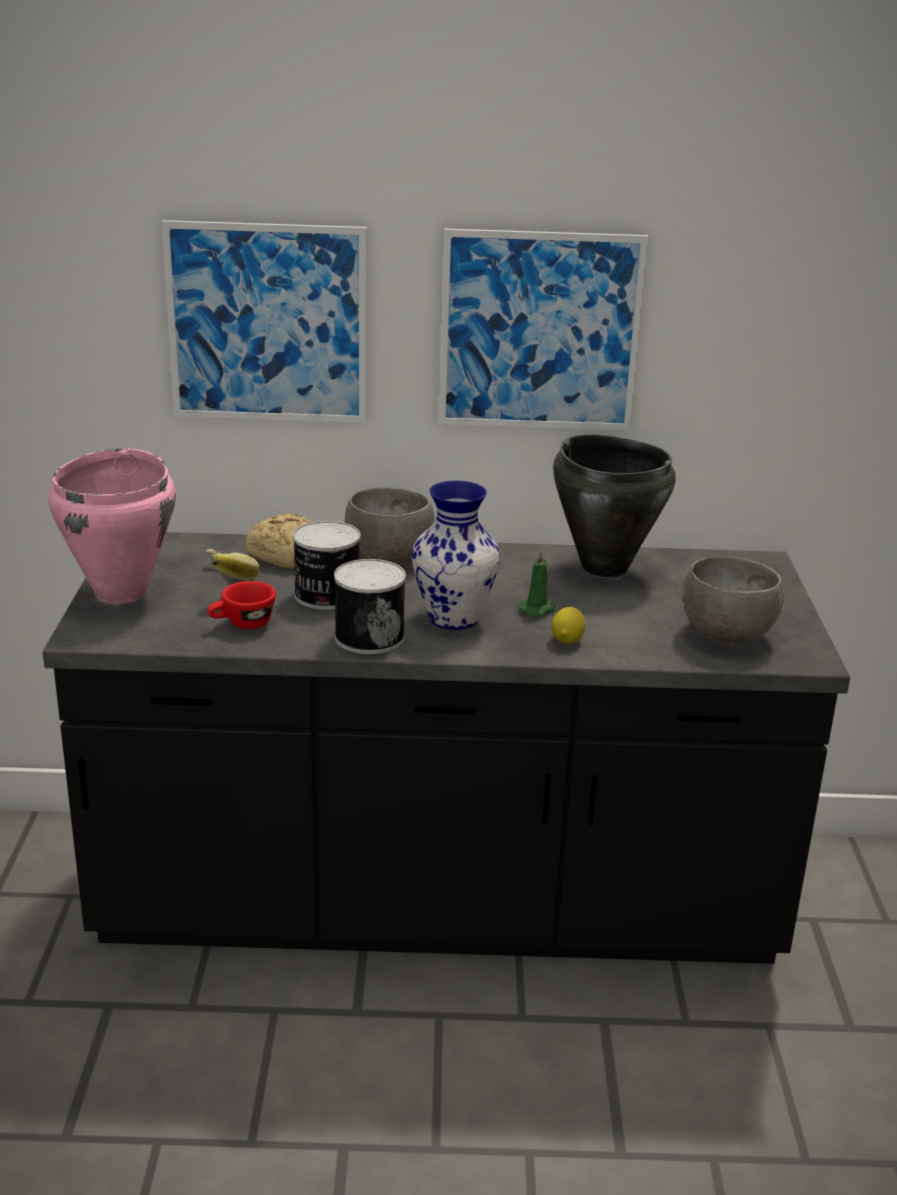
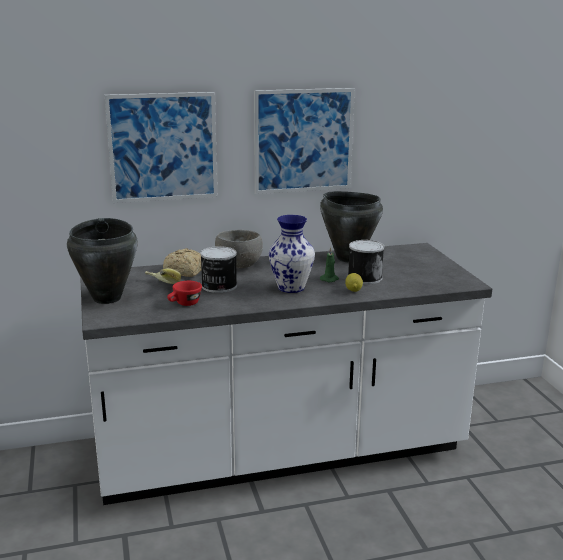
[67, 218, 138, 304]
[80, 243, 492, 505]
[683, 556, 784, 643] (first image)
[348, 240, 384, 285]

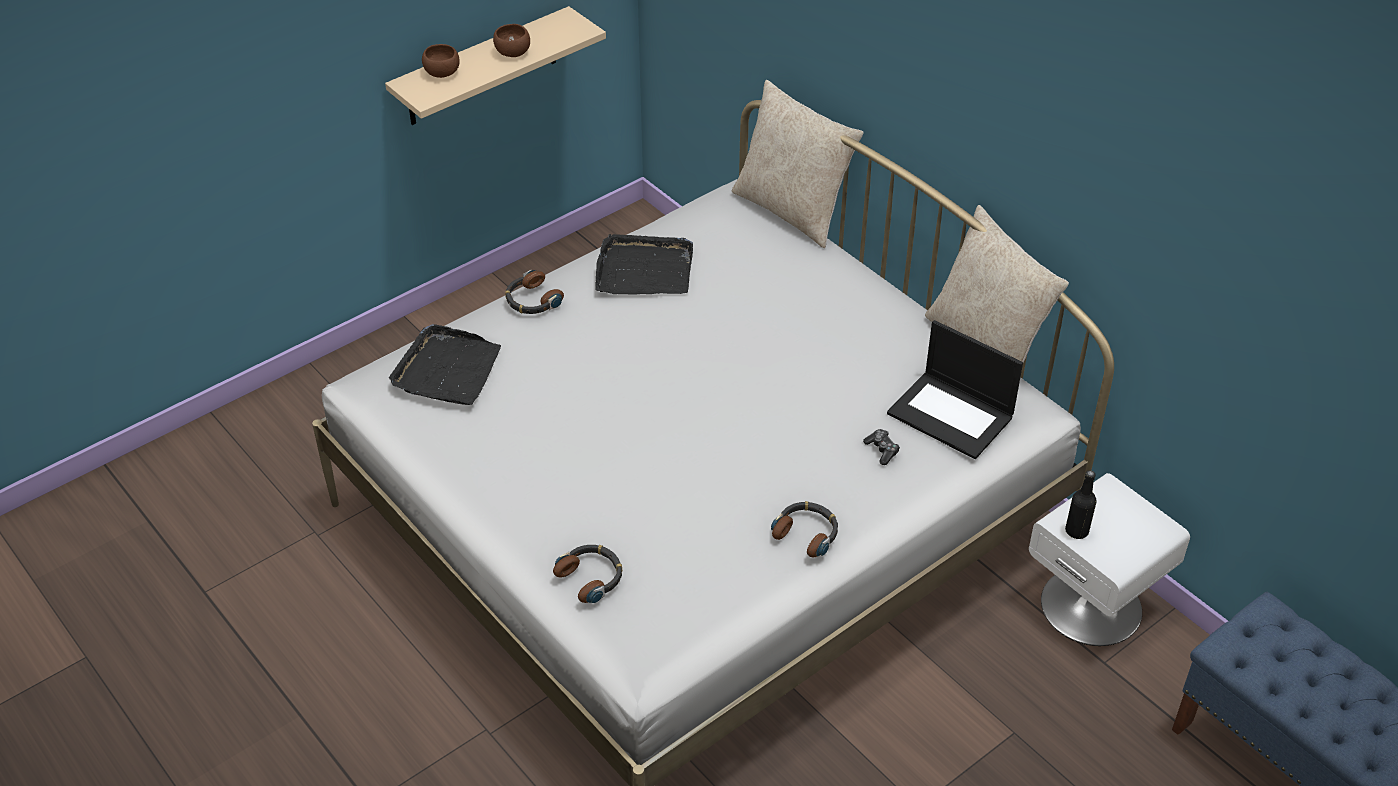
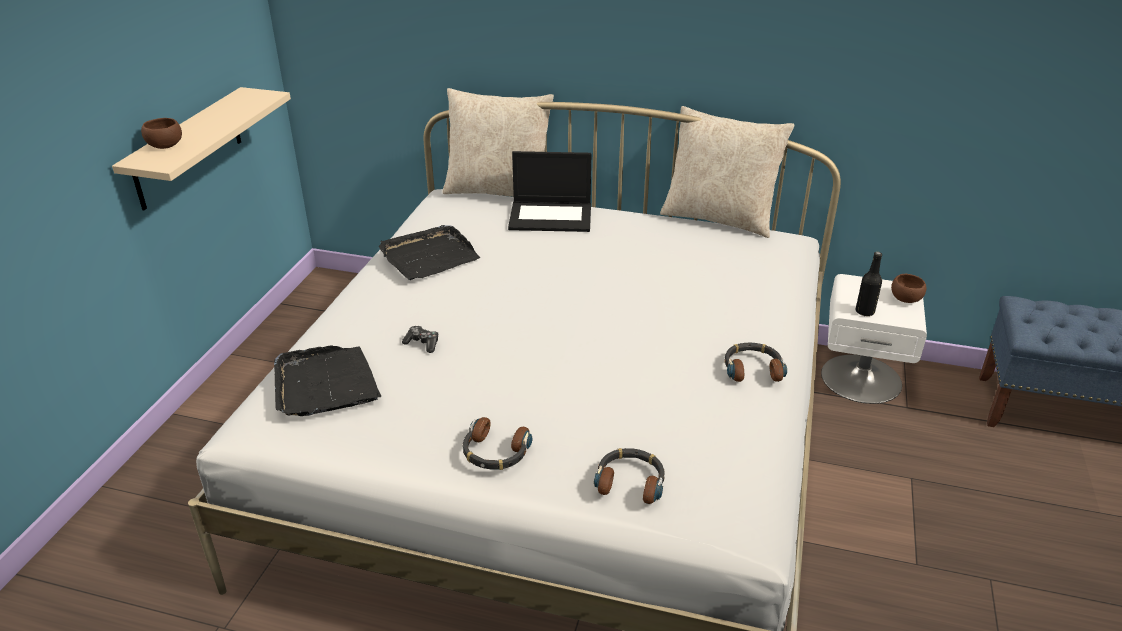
[891, 274, 926, 303]
[463, 417, 533, 470]
[508, 151, 591, 232]
[402, 326, 438, 353]

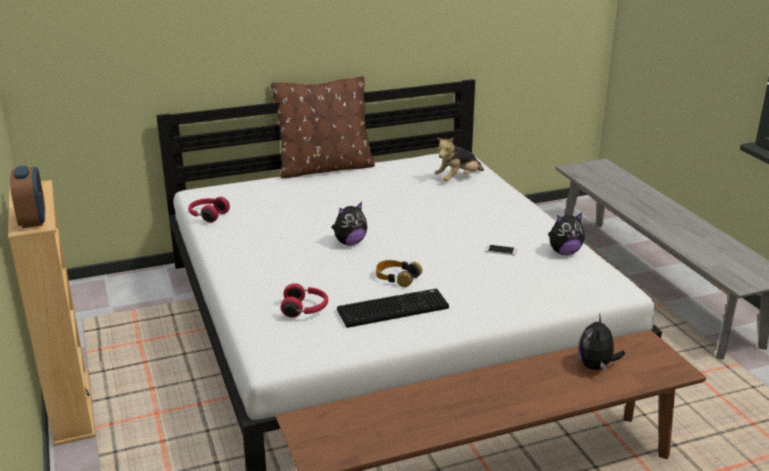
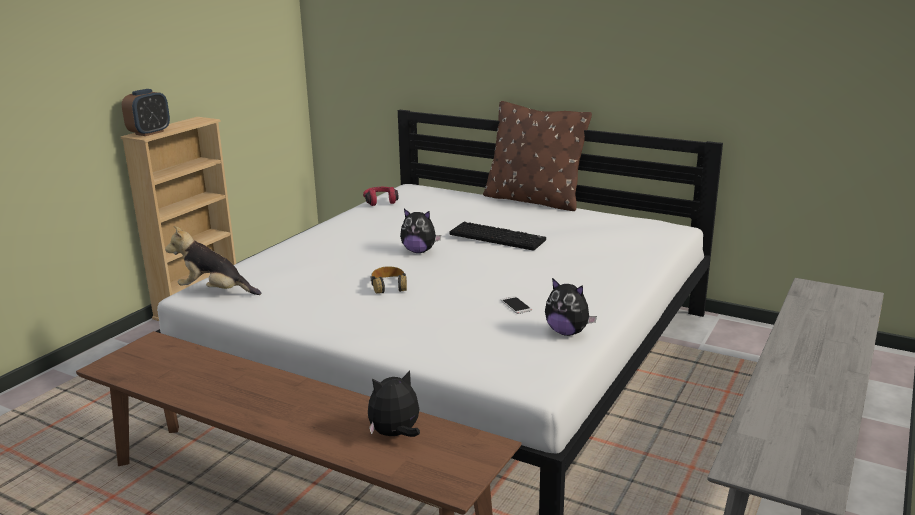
[165, 226, 261, 295]
[281, 283, 328, 318] (first image)
[449, 222, 546, 251]

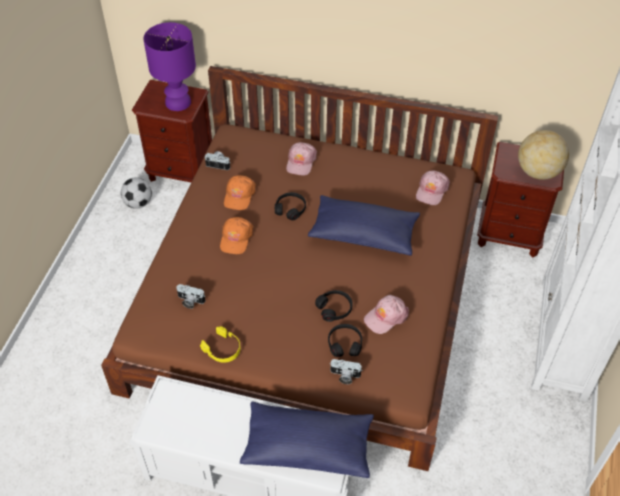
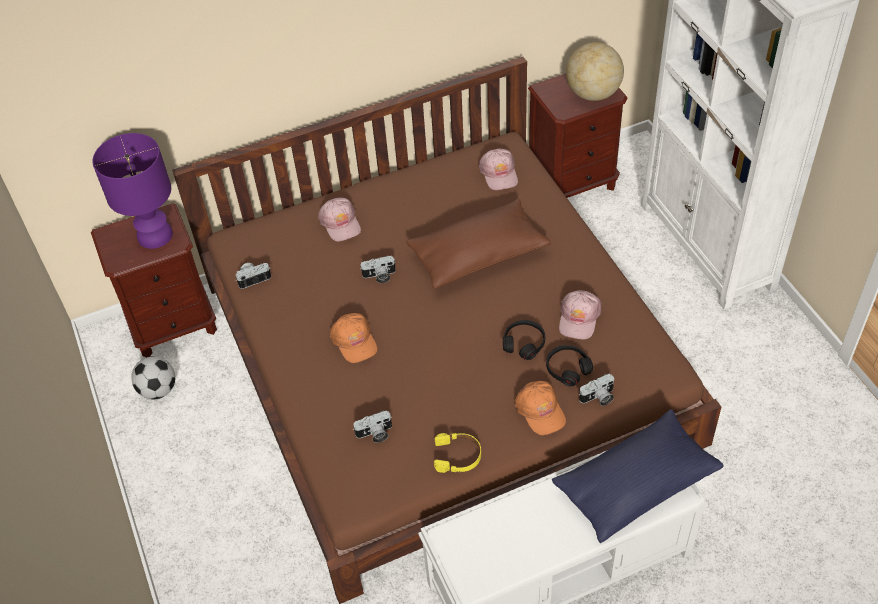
[515, 381, 566, 435]
[360, 256, 396, 283]
[406, 199, 551, 289]

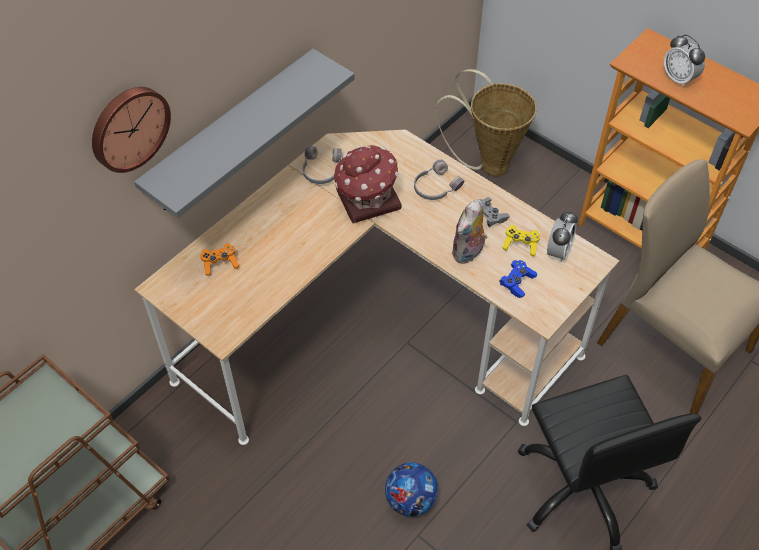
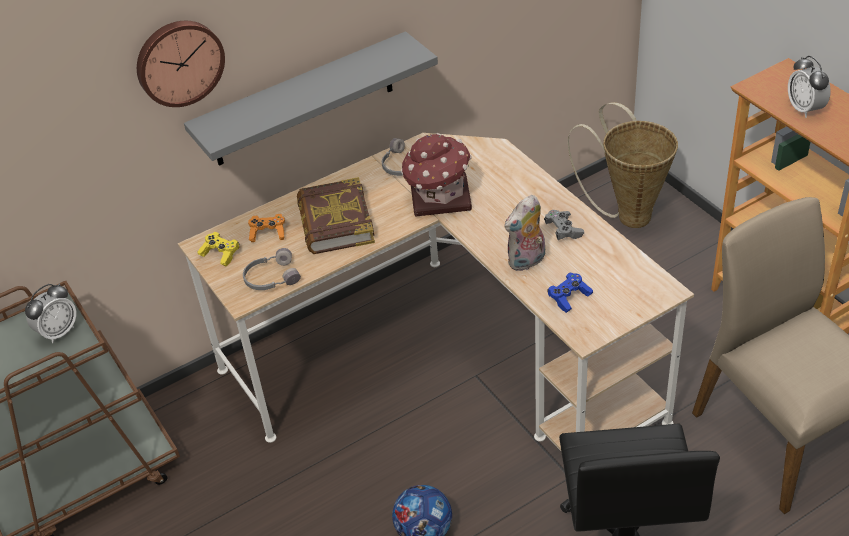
[243, 248, 301, 290]
[25, 284, 76, 343]
[197, 232, 240, 266]
[297, 177, 375, 254]

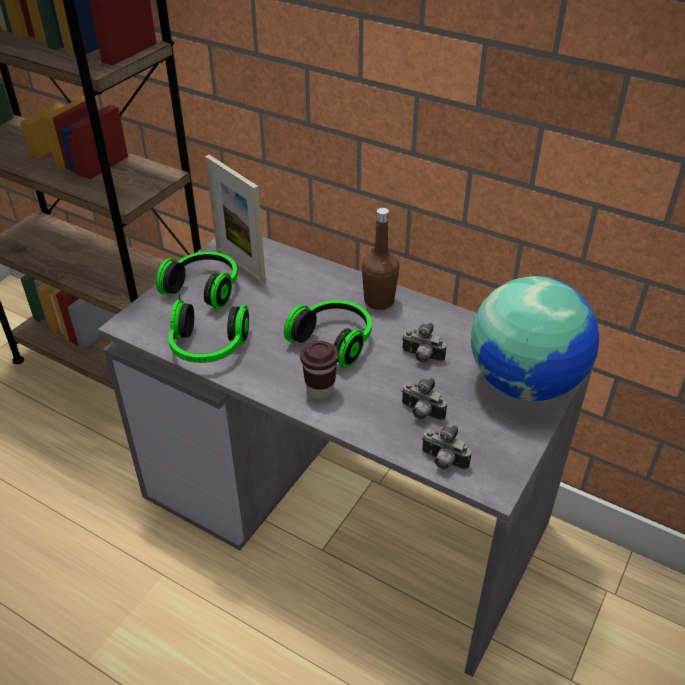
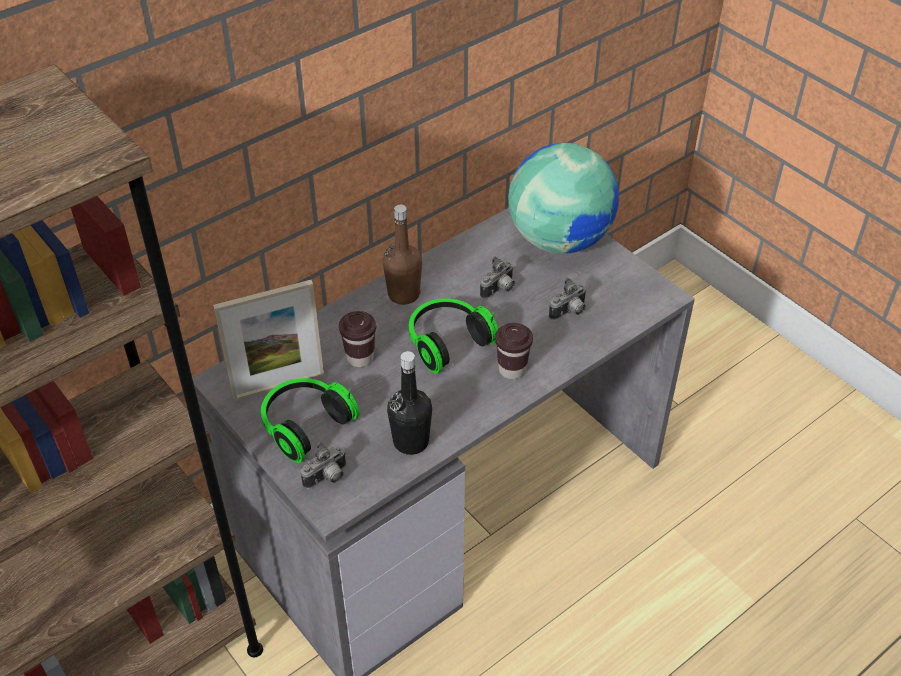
[387, 351, 432, 455]
[301, 442, 346, 489]
[339, 311, 376, 367]

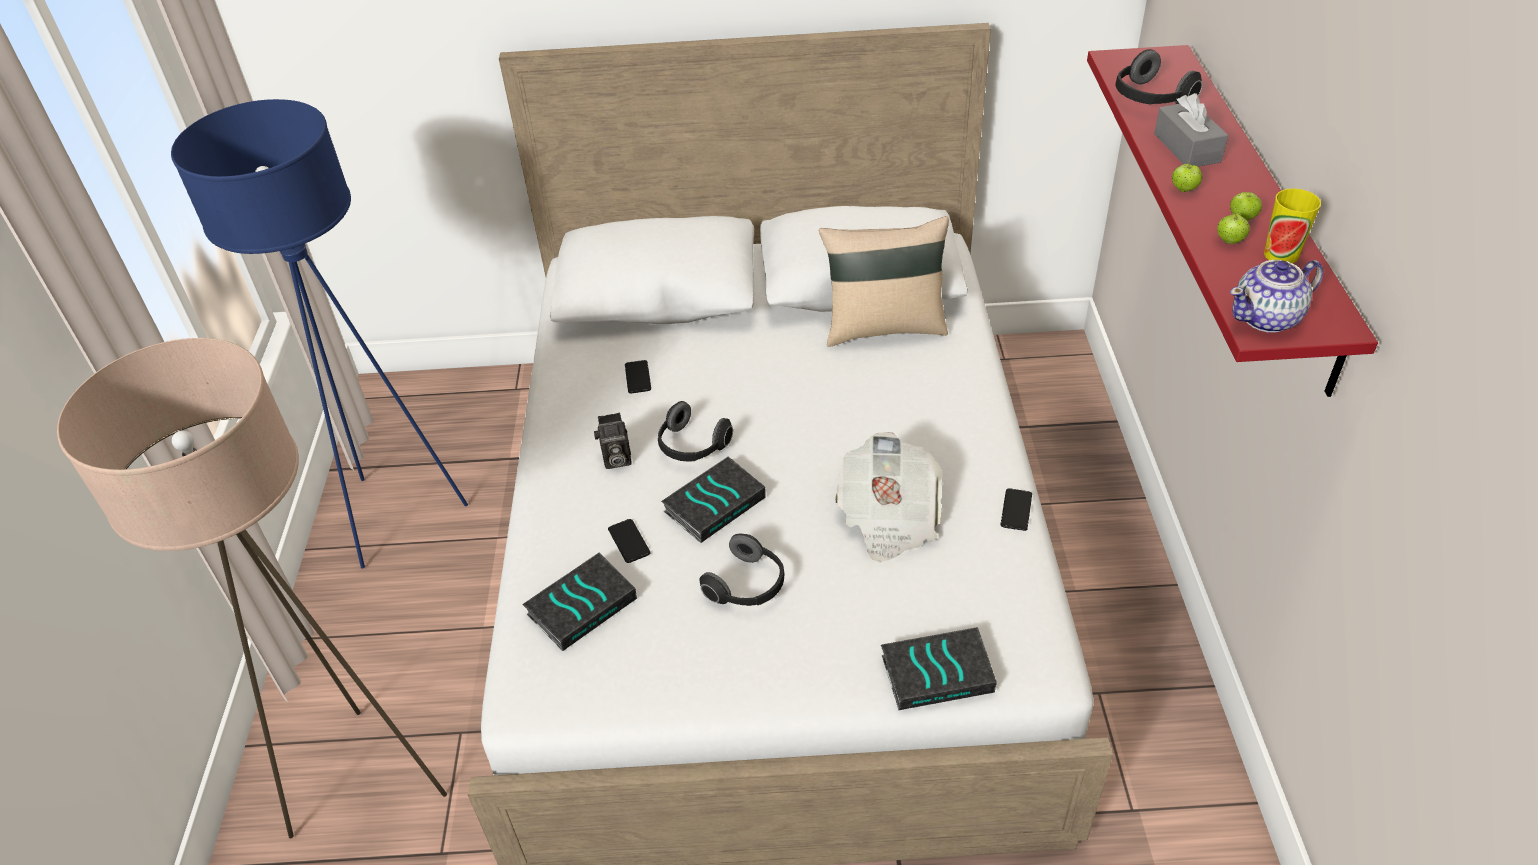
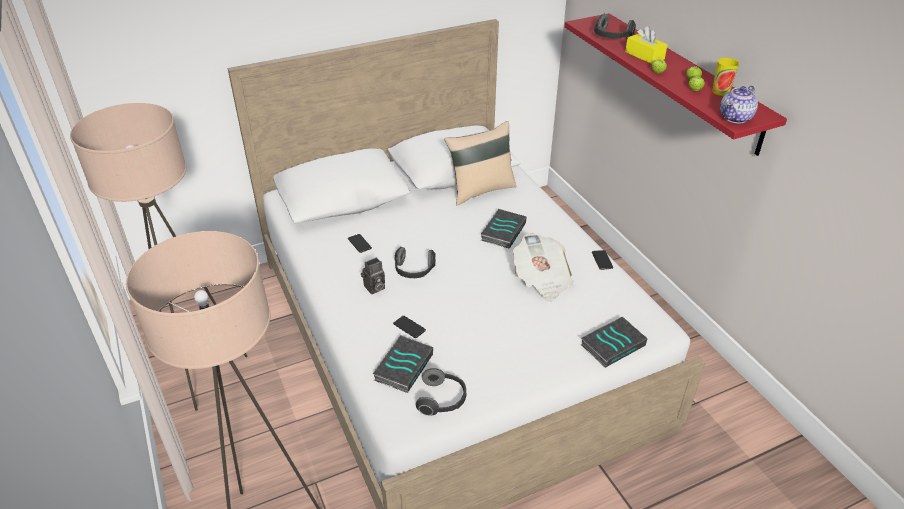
[625, 26, 667, 64]
[70, 103, 247, 411]
[481, 209, 527, 249]
[416, 368, 466, 416]

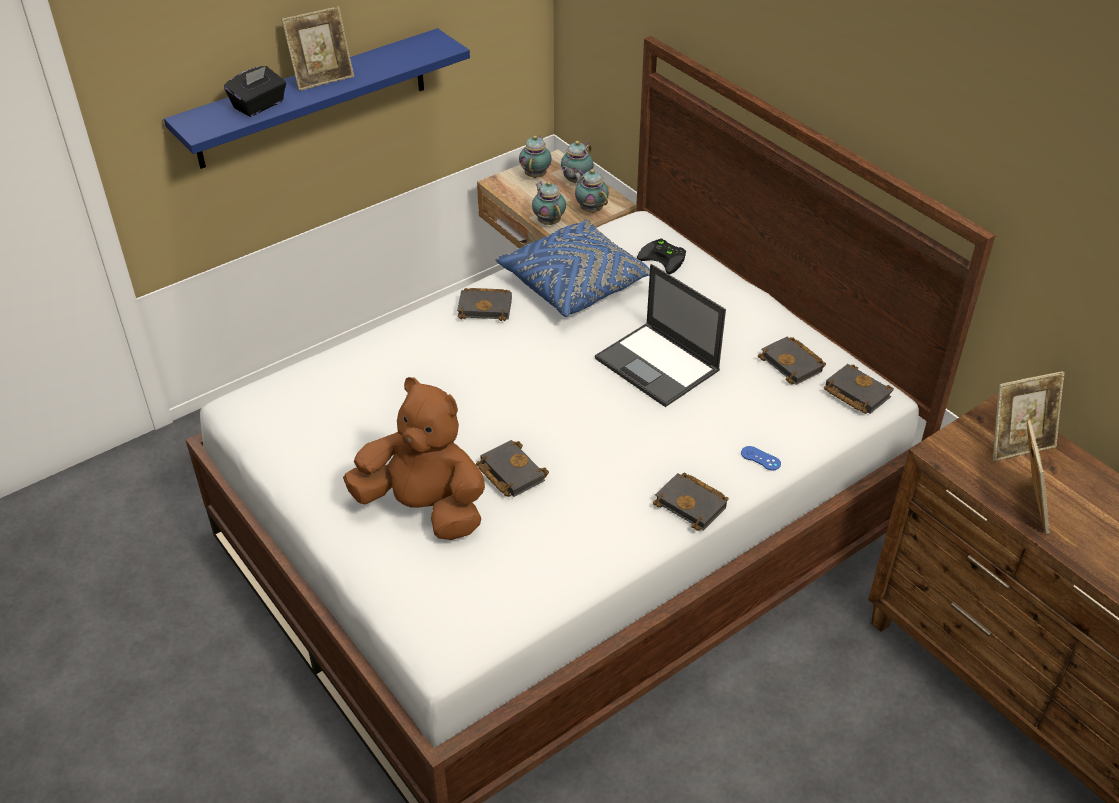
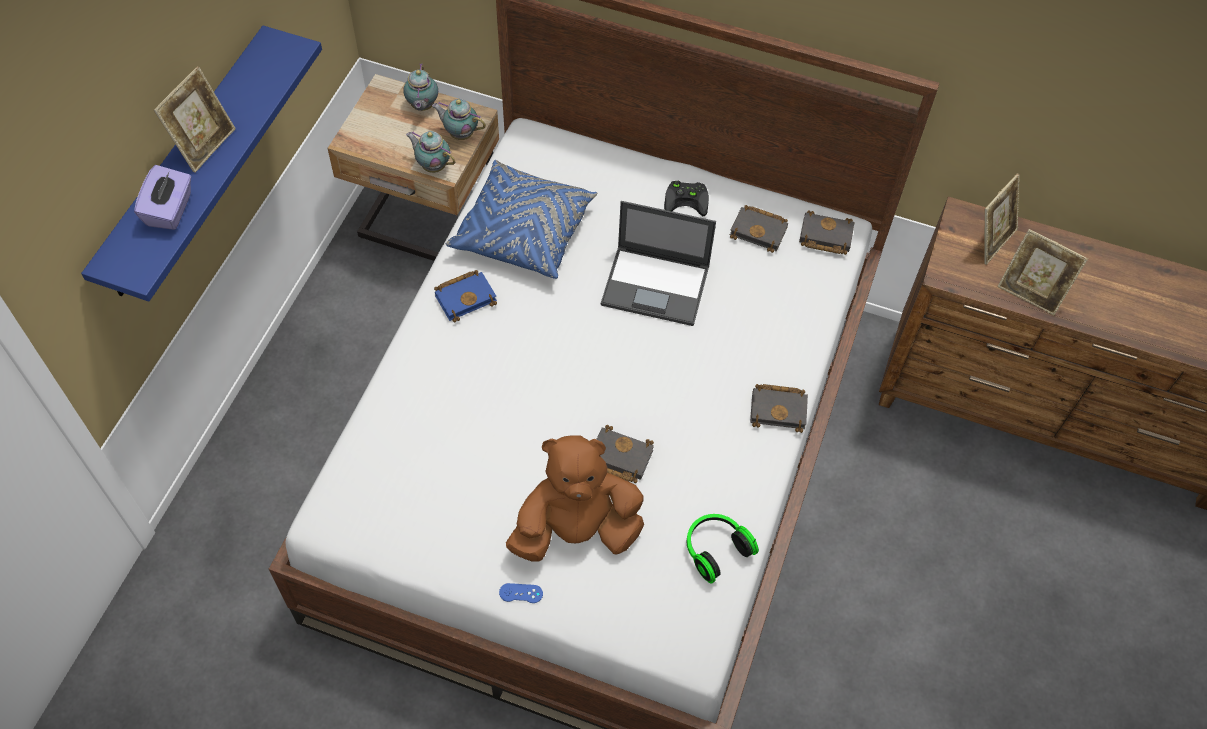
[134, 165, 191, 230]
[519, 135, 552, 178] (first image)
[664, 181, 709, 216]
[434, 270, 497, 323]
[997, 229, 1088, 315]
[499, 583, 543, 603]
[687, 514, 759, 583]

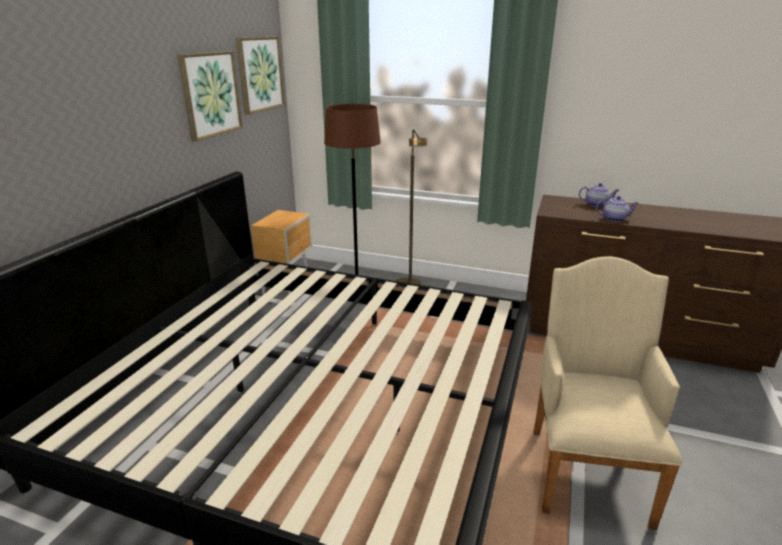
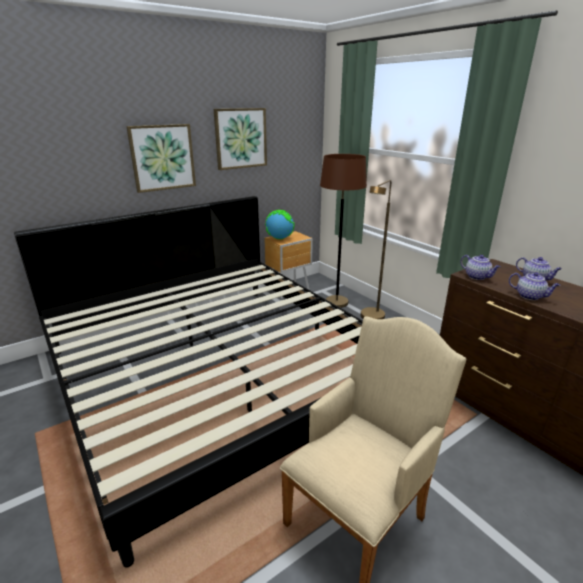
[126, 124, 196, 193]
[265, 210, 294, 239]
[460, 255, 501, 280]

